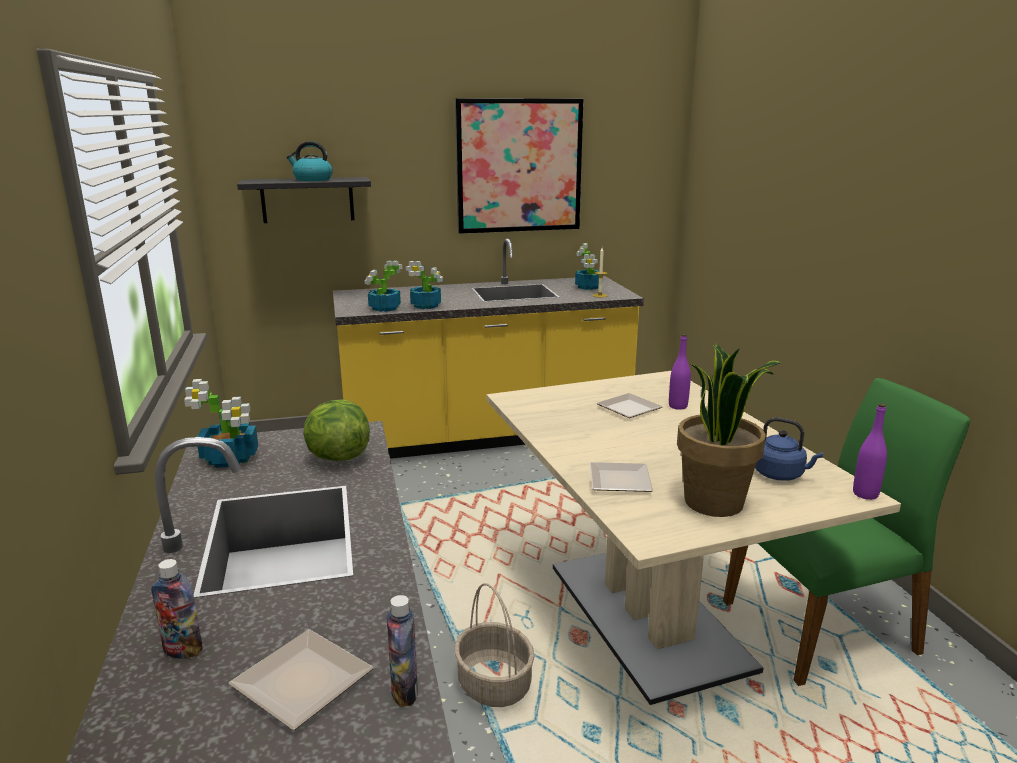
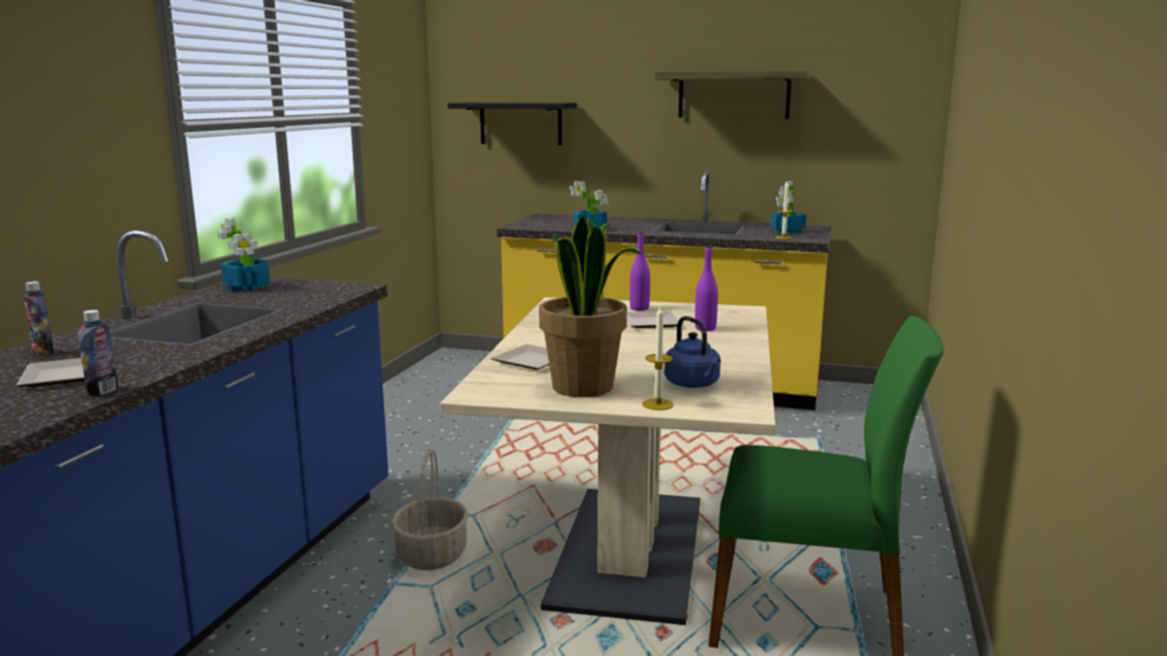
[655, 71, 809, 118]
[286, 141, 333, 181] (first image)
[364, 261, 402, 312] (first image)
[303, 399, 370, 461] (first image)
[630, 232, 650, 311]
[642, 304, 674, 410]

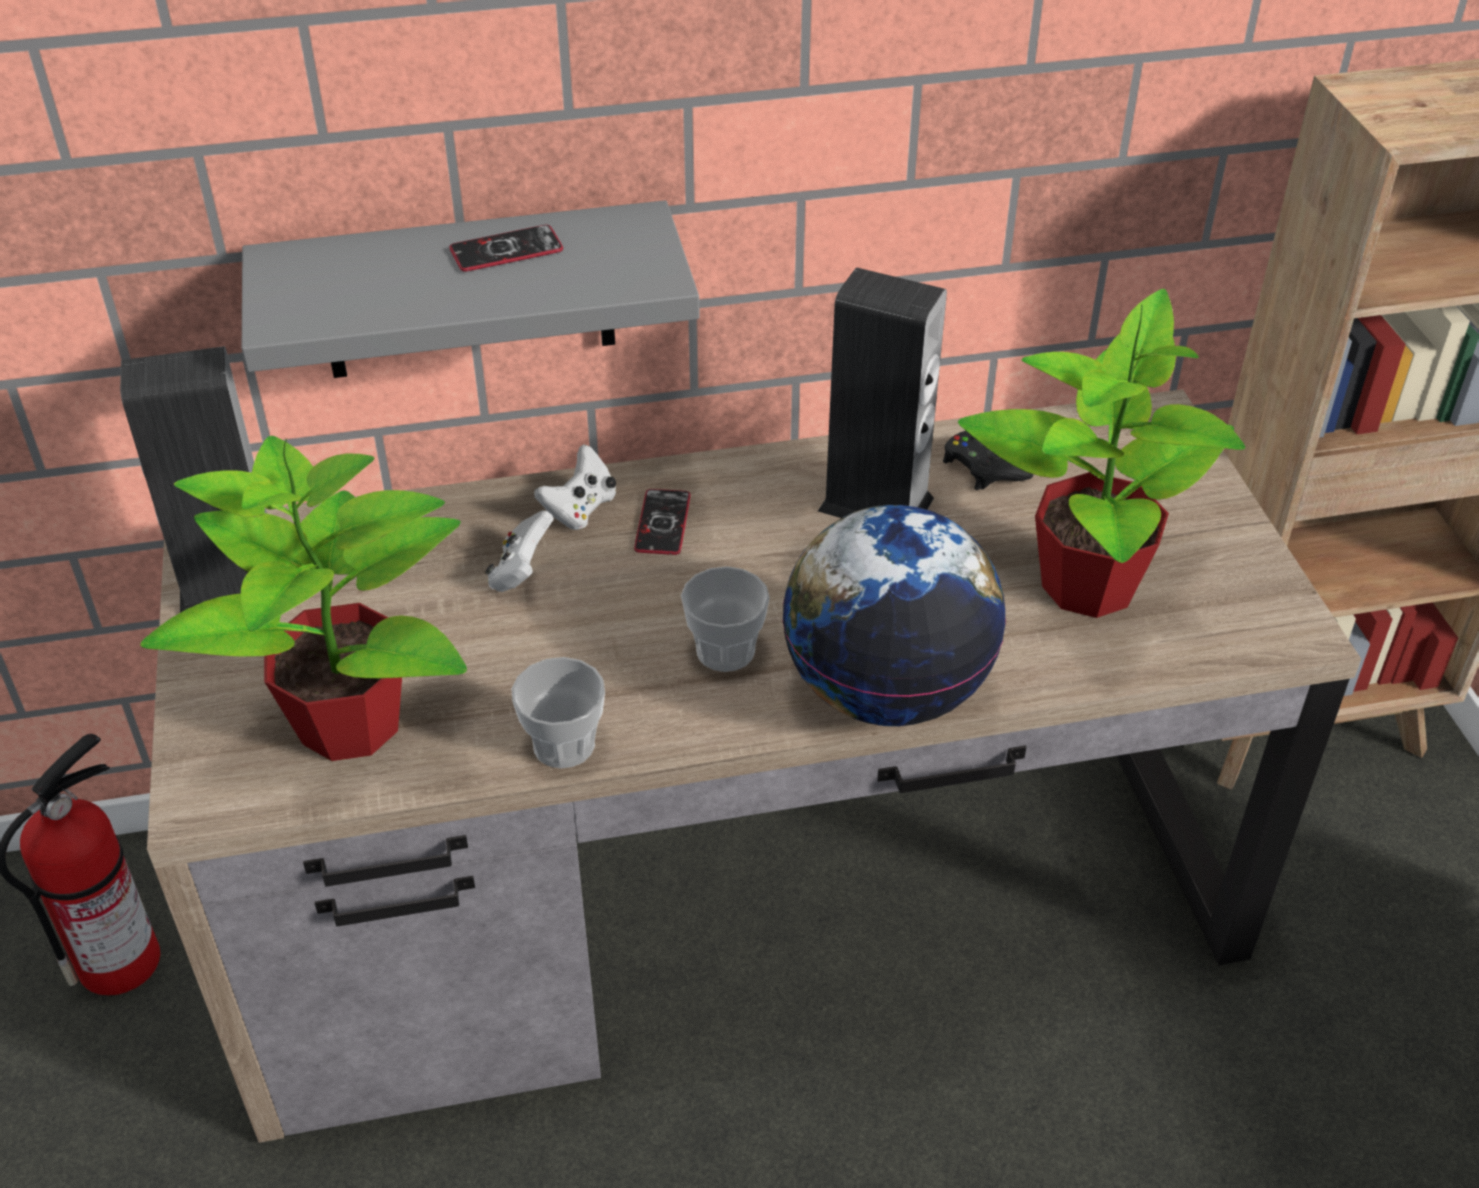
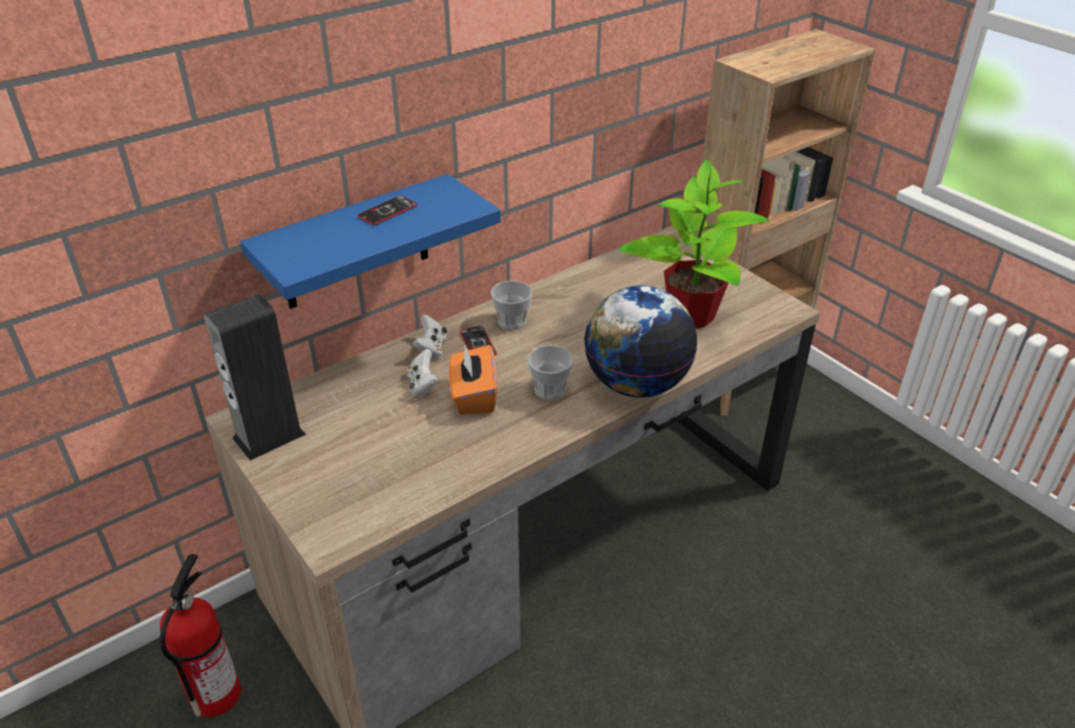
[240, 174, 501, 309]
[818, 268, 947, 518] (first image)
[943, 431, 1033, 490] (first image)
[140, 436, 467, 761] (first image)
[491, 280, 532, 330]
[449, 345, 497, 415]

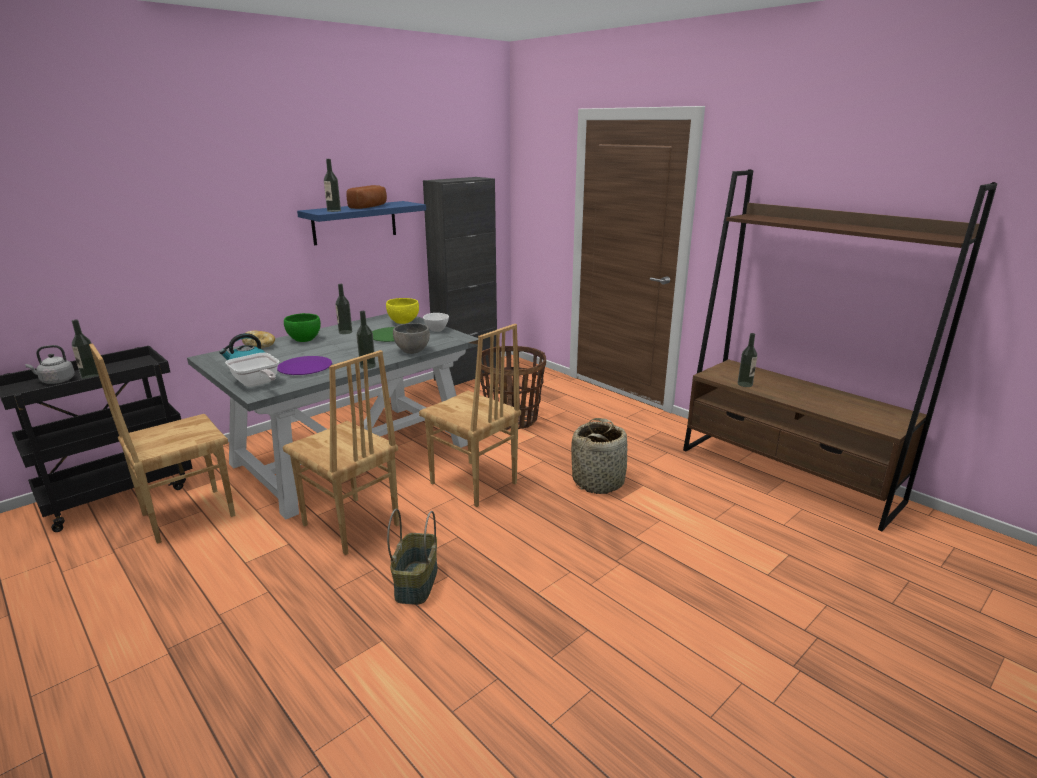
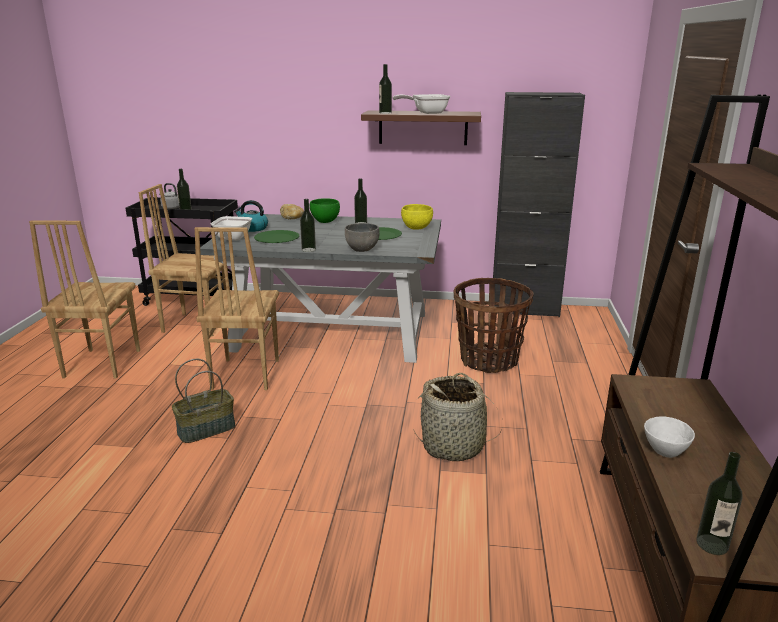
[393, 94, 451, 114]
[361, 110, 481, 145]
[644, 416, 695, 458]
[29, 220, 140, 379]
[696, 452, 742, 555]
[254, 230, 299, 243]

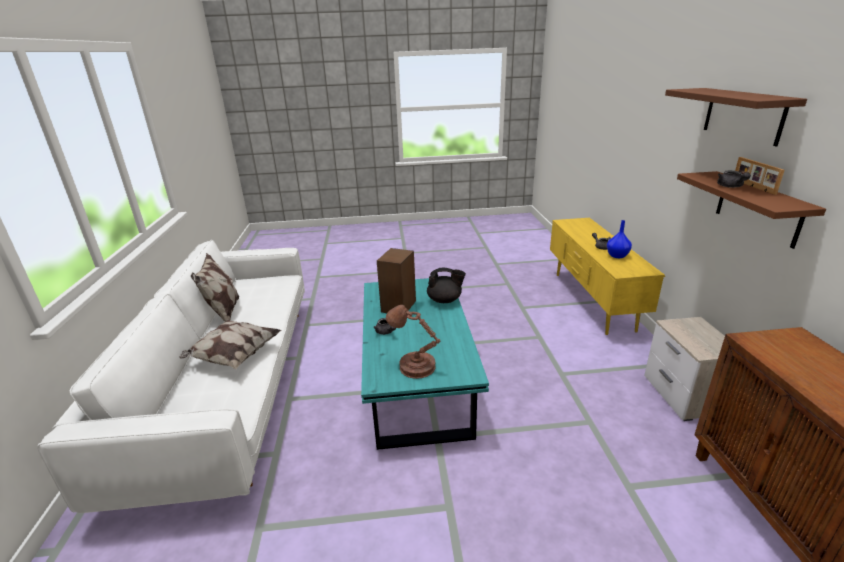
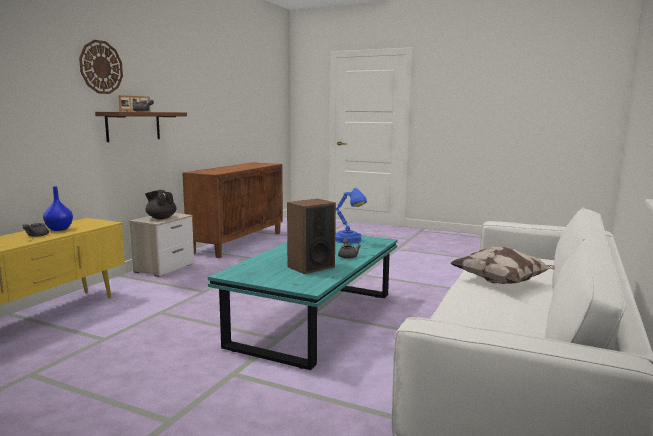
[79, 40, 123, 94]
[191, 253, 239, 322] (first image)
[145, 190, 177, 219]
[335, 188, 367, 244]

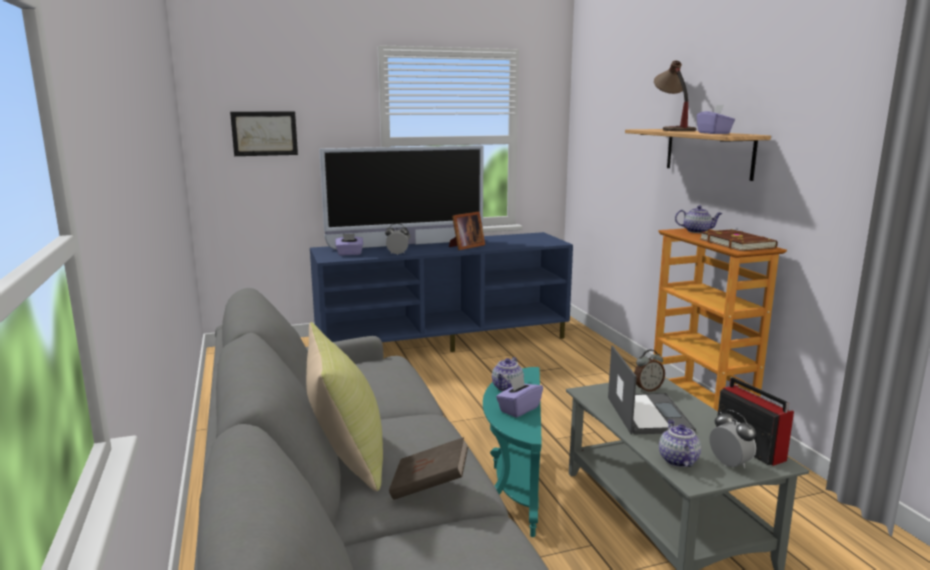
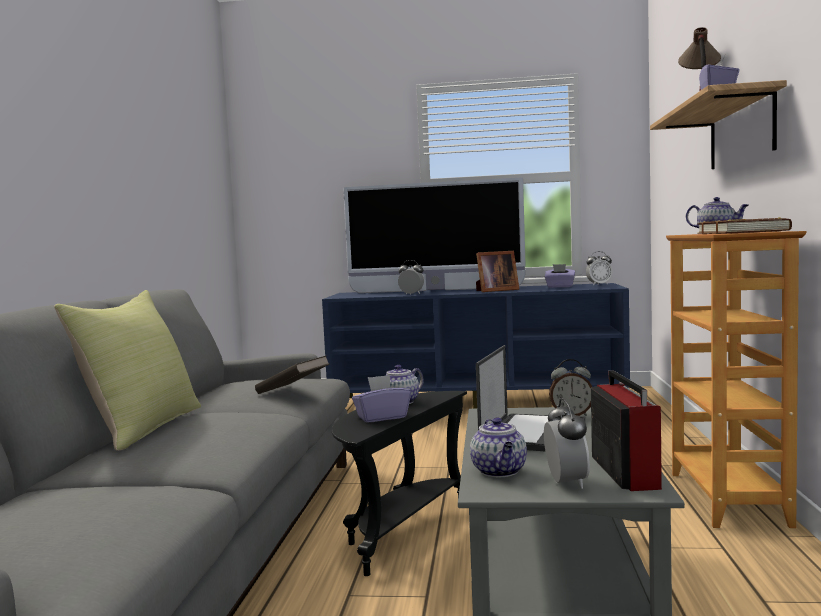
[230, 111, 298, 156] (first image)
[545, 264, 575, 288]
[332, 391, 467, 576]
[470, 417, 527, 477]
[255, 355, 329, 394]
[586, 251, 612, 285]

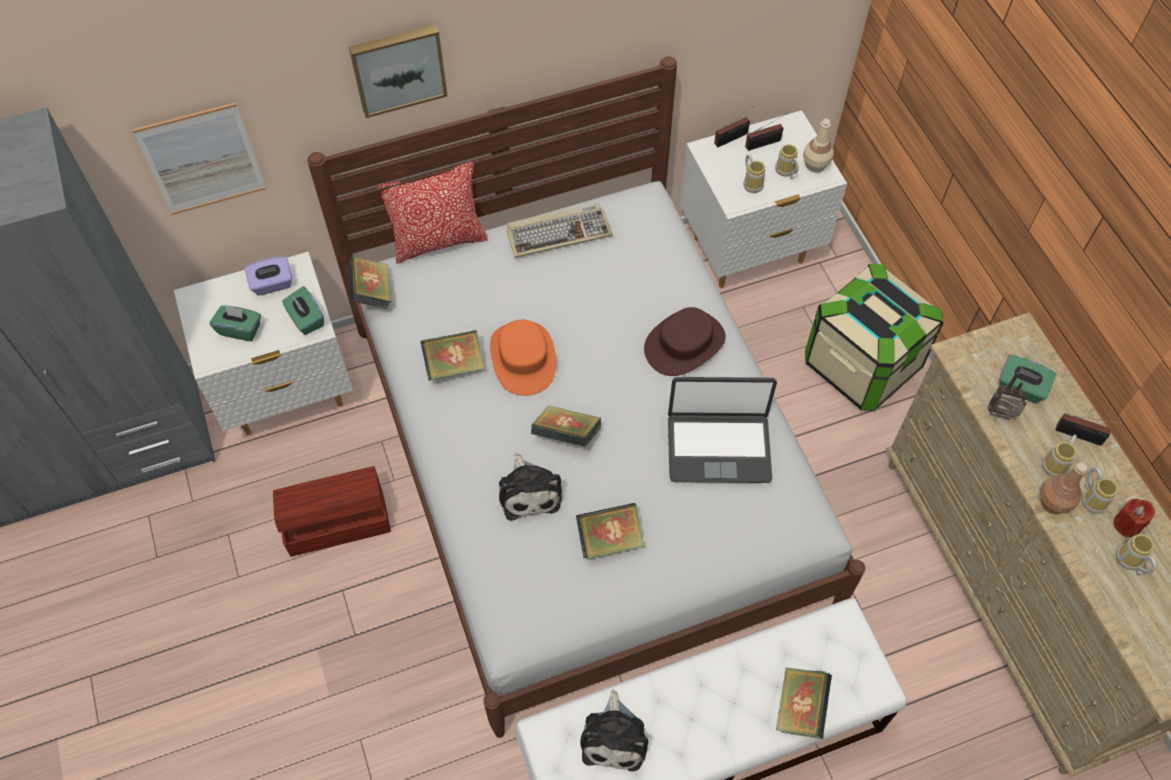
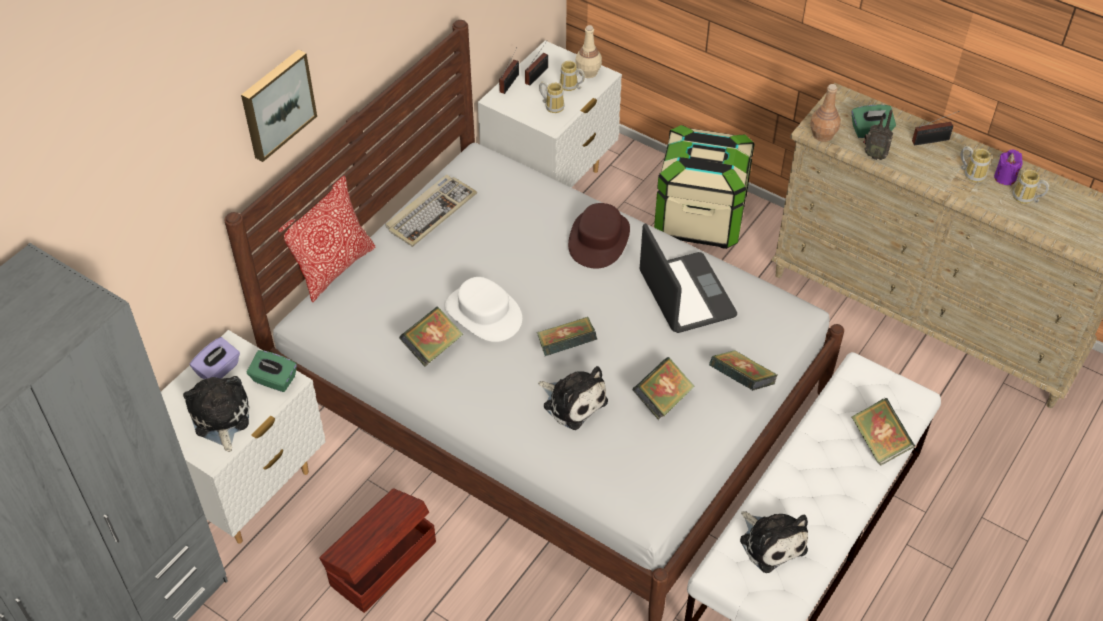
[132, 102, 266, 215] (first image)
[709, 350, 777, 391]
[183, 376, 250, 452]
[445, 277, 522, 342]
[863, 110, 893, 160]
[639, 223, 737, 333]
[1042, 434, 1077, 476] (first image)
[810, 84, 841, 142]
[994, 150, 1023, 186]

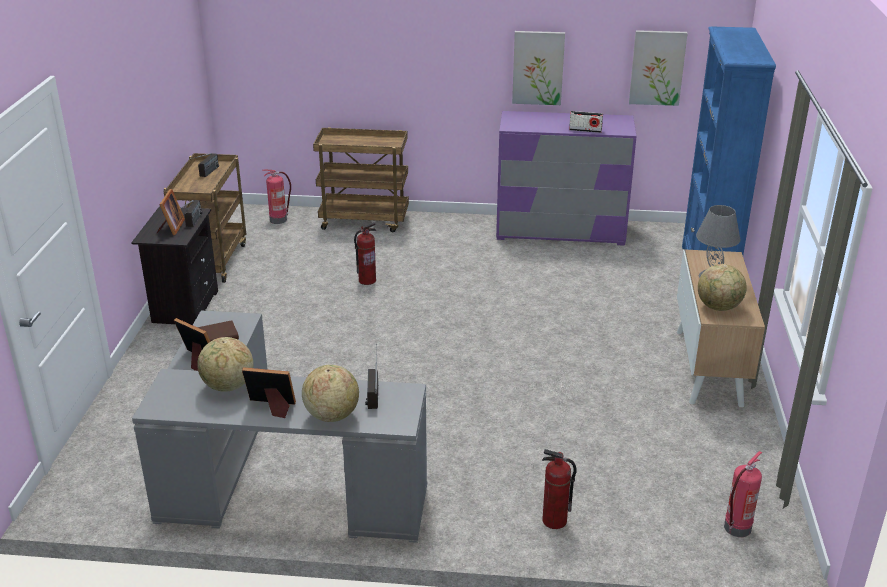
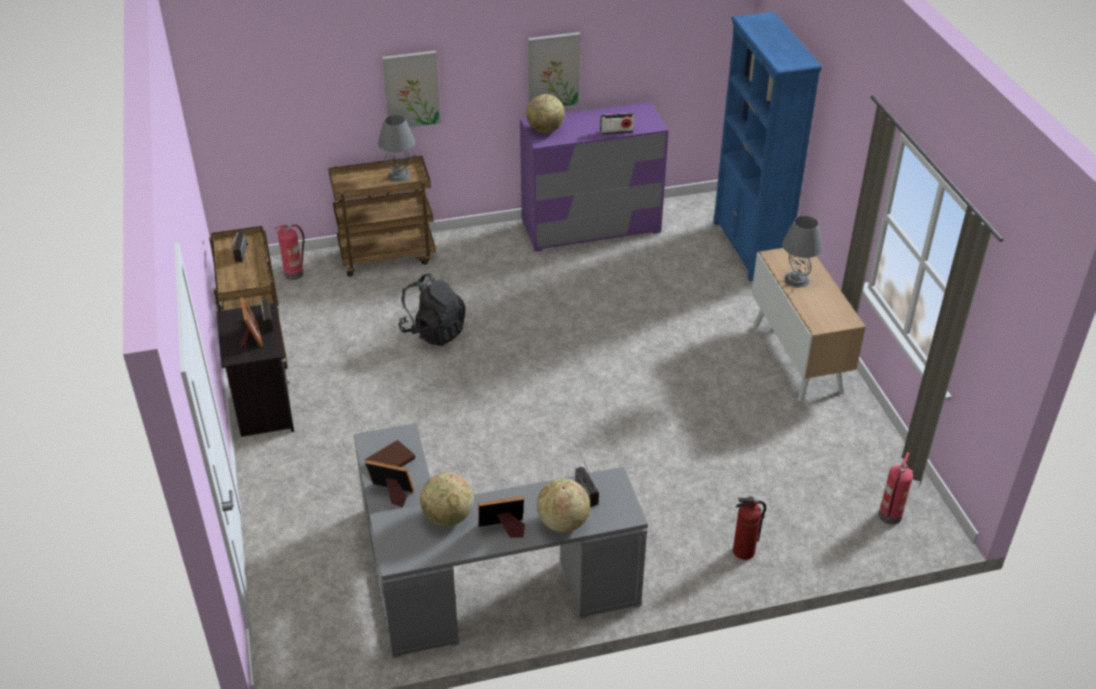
[382, 51, 441, 127]
[398, 273, 466, 346]
[526, 94, 565, 133]
[378, 115, 415, 182]

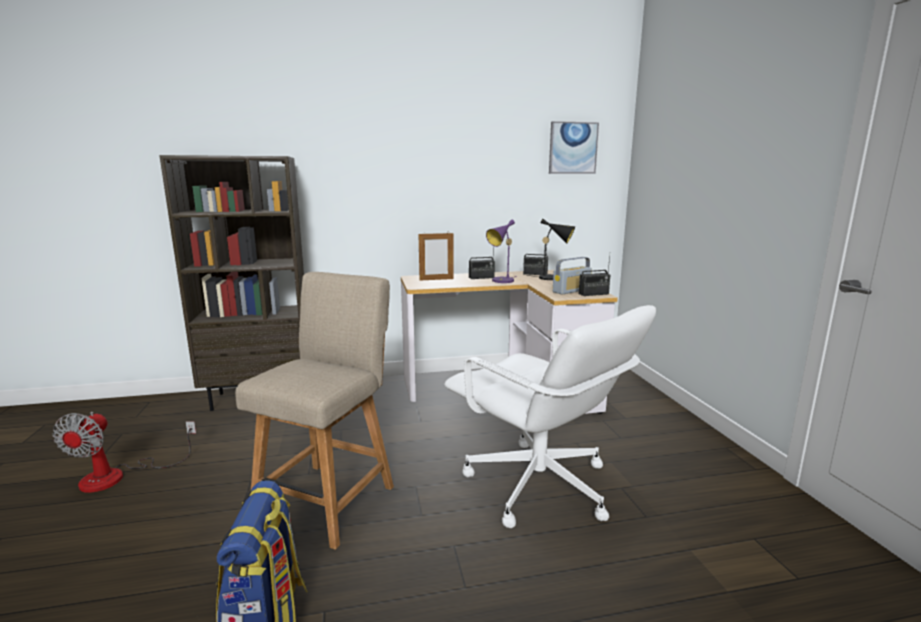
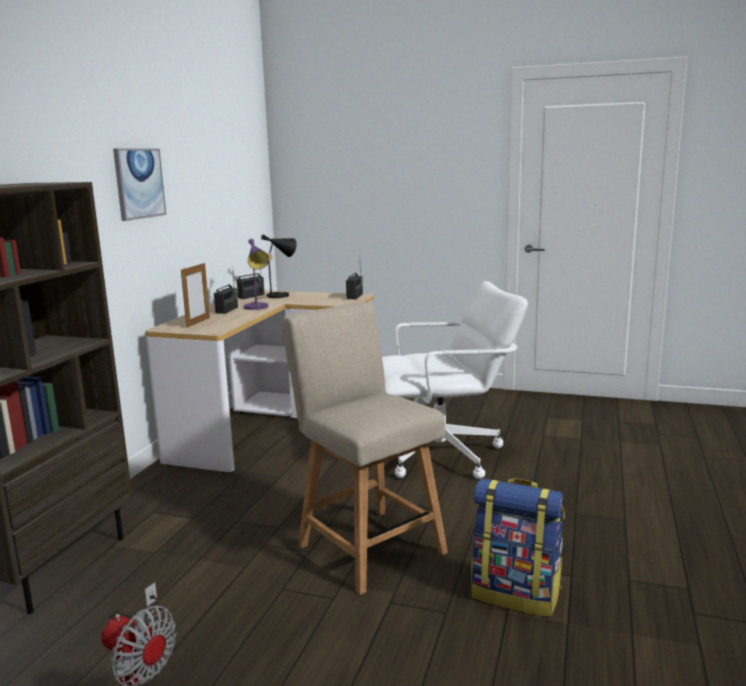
[113, 148, 166, 221]
[553, 257, 592, 294] (first image)

